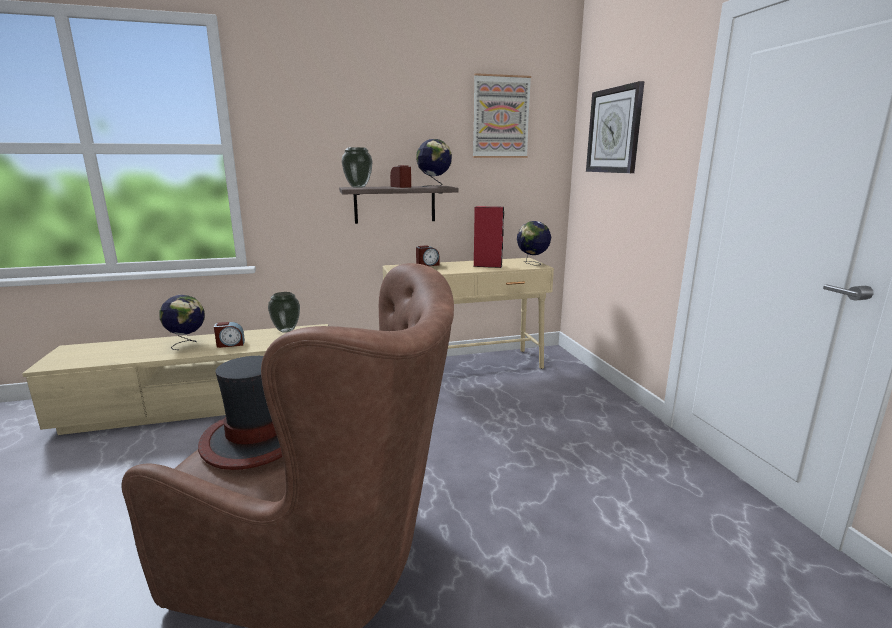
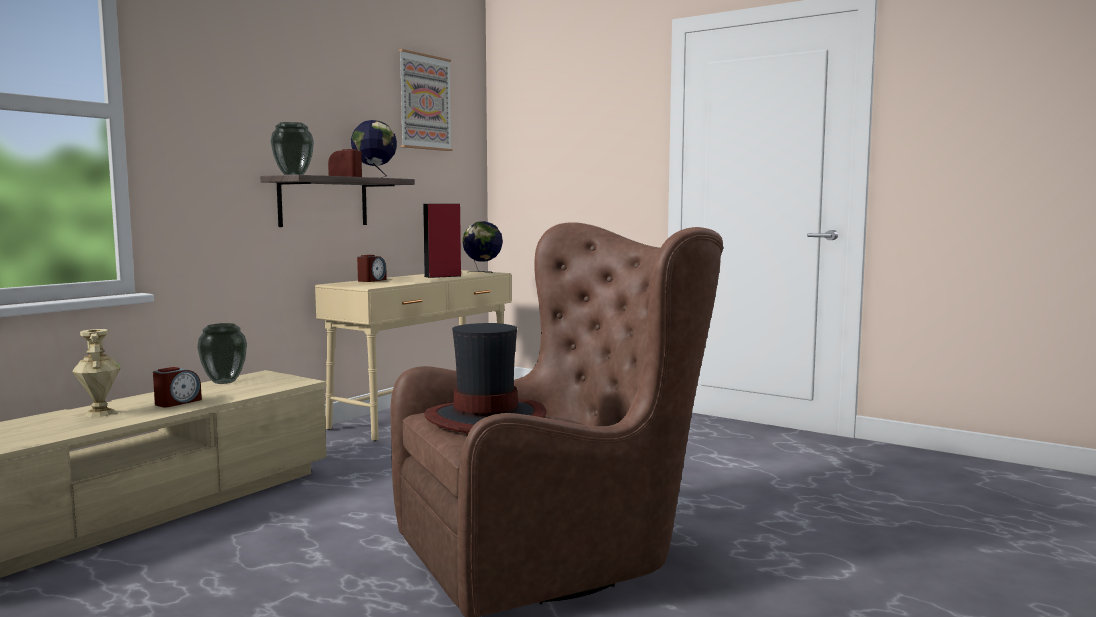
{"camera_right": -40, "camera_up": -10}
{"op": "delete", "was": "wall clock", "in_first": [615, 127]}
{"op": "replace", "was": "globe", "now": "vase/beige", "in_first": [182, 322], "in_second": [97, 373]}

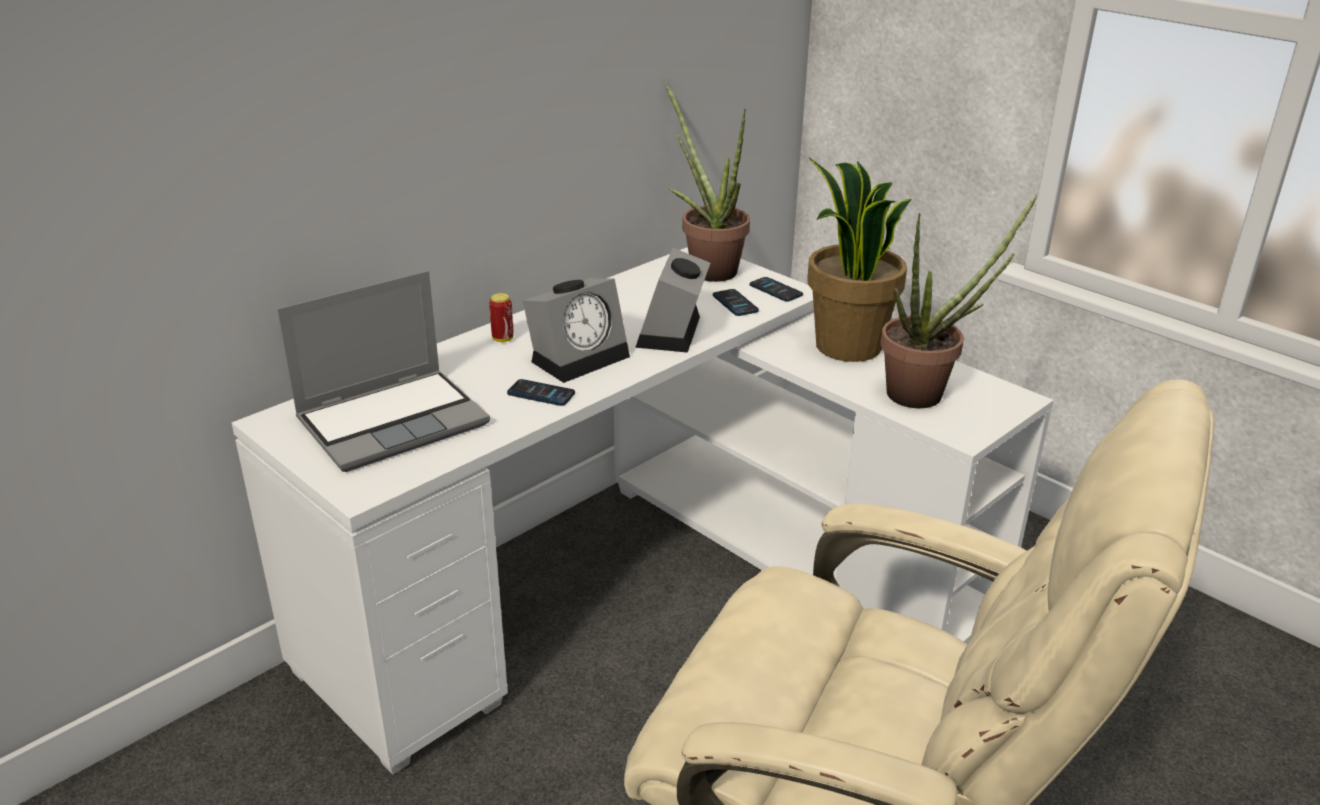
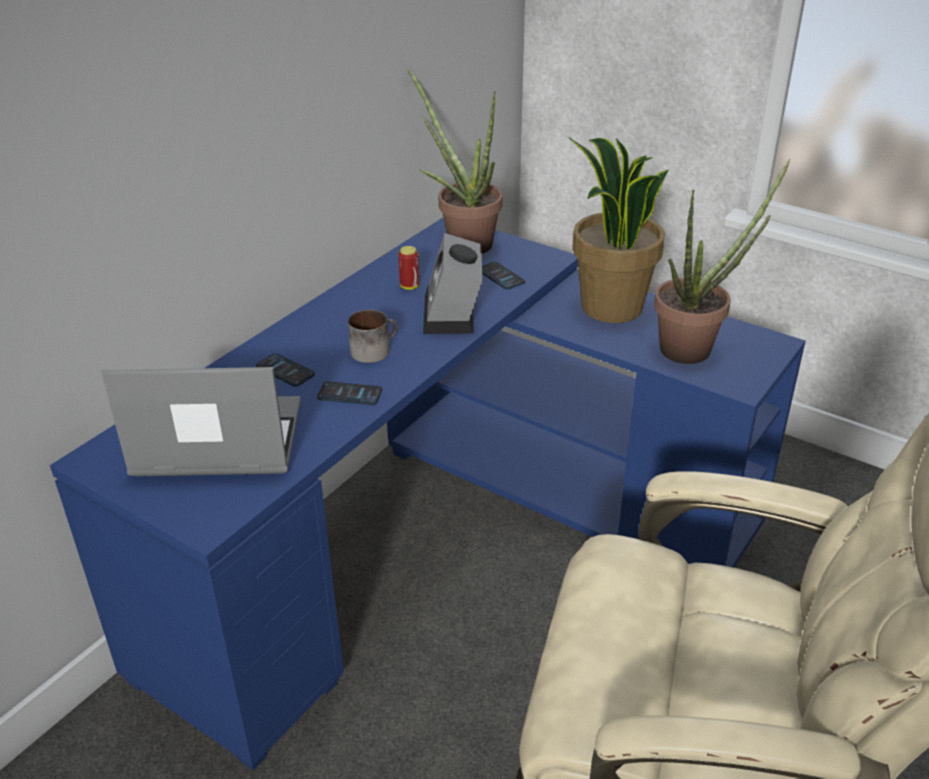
{"camera_right": -10, "camera_up": 5}
{"op": "move", "was": "can", "in_first": [501, 317], "in_second": [408, 268]}
{"op": "move", "was": "phone", "in_first": [776, 289], "in_second": [285, 370]}
{"op": "replace", "was": "alarm clock", "now": "mug", "in_first": [576, 330], "in_second": [372, 336]}
{"op": "recolor", "was": "desk/white", "now": "desk/blue", "in_first": [643, 511], "in_second": [428, 494]}
{"op": "rotate", "was": "laptop", "in_first": [383, 371], "in_second": [201, 421], "clockwise": -135}

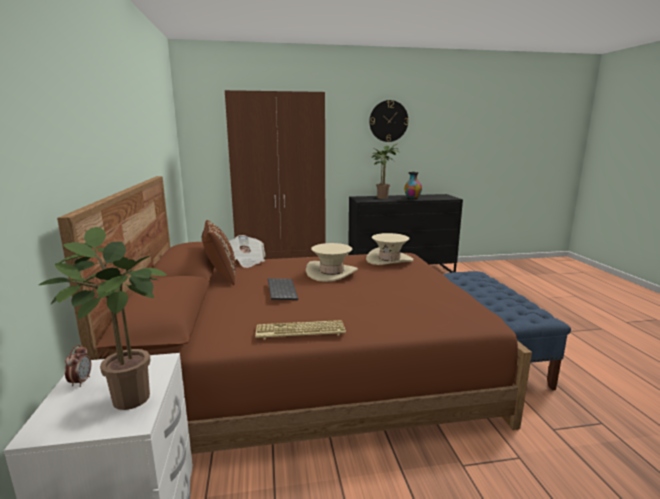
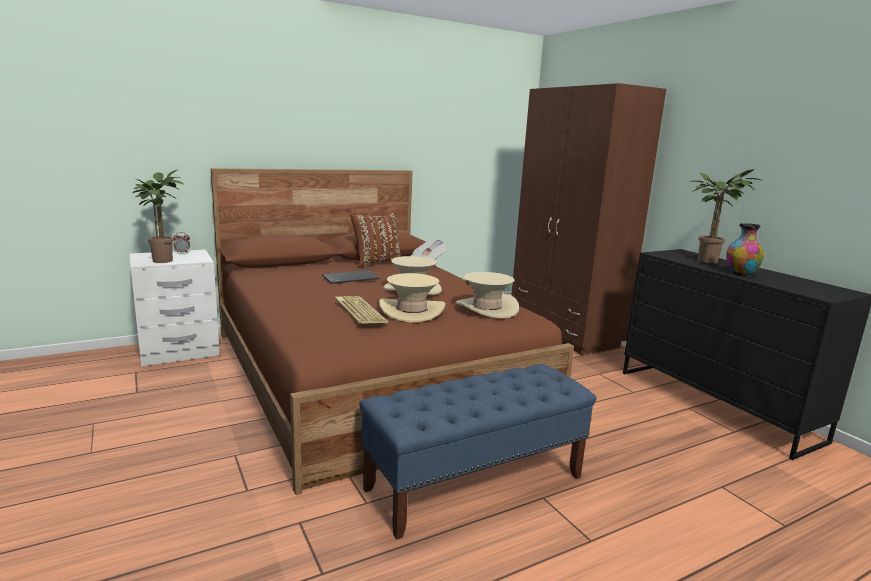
{"camera_right": 70, "camera_up": 0}
{"op": "delete", "was": "wall clock", "in_first": [388, 121]}
{"op": "insert", "now": "hat/beige", "in_second": [412, 297]}
{"op": "move", "was": "keyboard", "in_first": [300, 330], "in_second": [362, 310]}

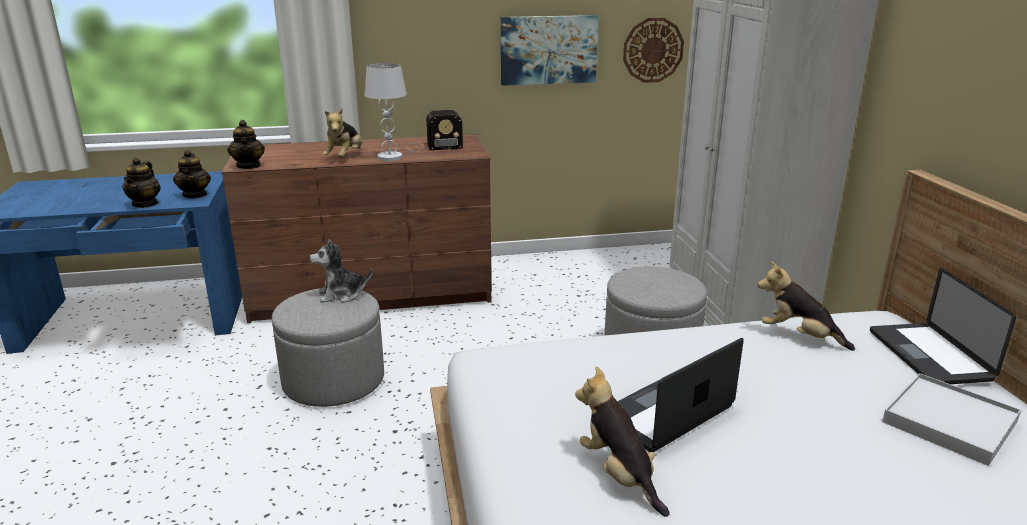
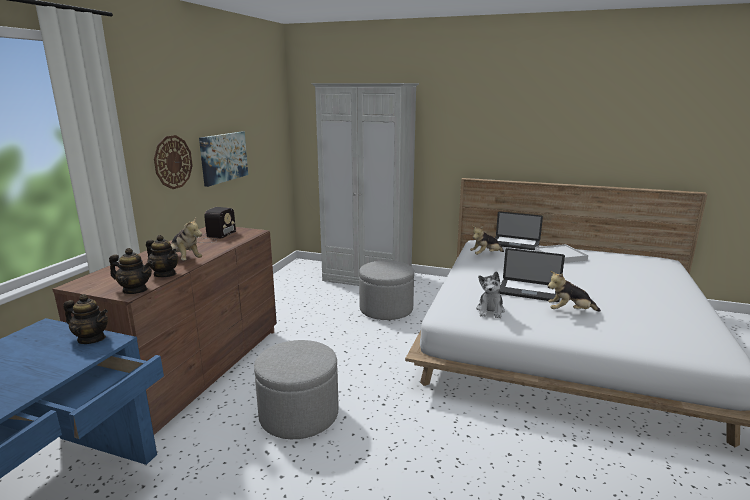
{"camera_right": -60, "camera_up": -5}
{"op": "delete", "was": "table lamp/white", "in_first": [385, 112]}
{"op": "move", "was": "teapot", "in_first": [141, 182], "in_second": [162, 256]}
{"op": "move", "was": "plush toy", "in_first": [340, 271], "in_second": [490, 294]}
{"op": "move", "was": "wall clock", "in_first": [653, 50], "in_second": [173, 162]}
{"op": "rotate", "was": "laptop", "in_first": [681, 395], "in_second": [532, 275], "clockwise": -60}

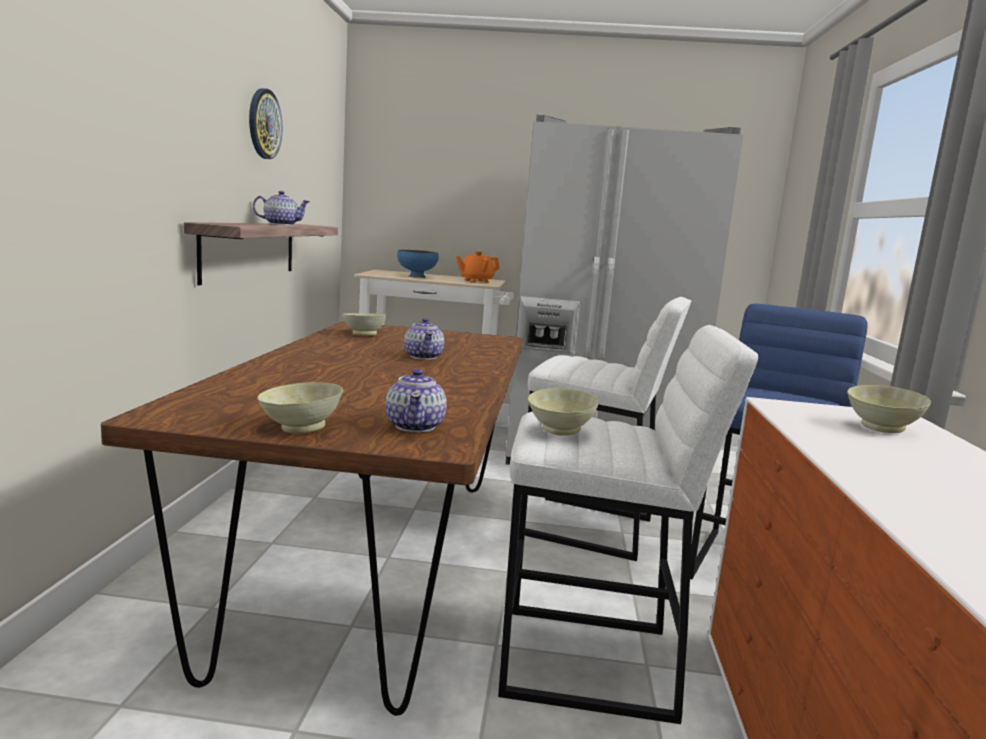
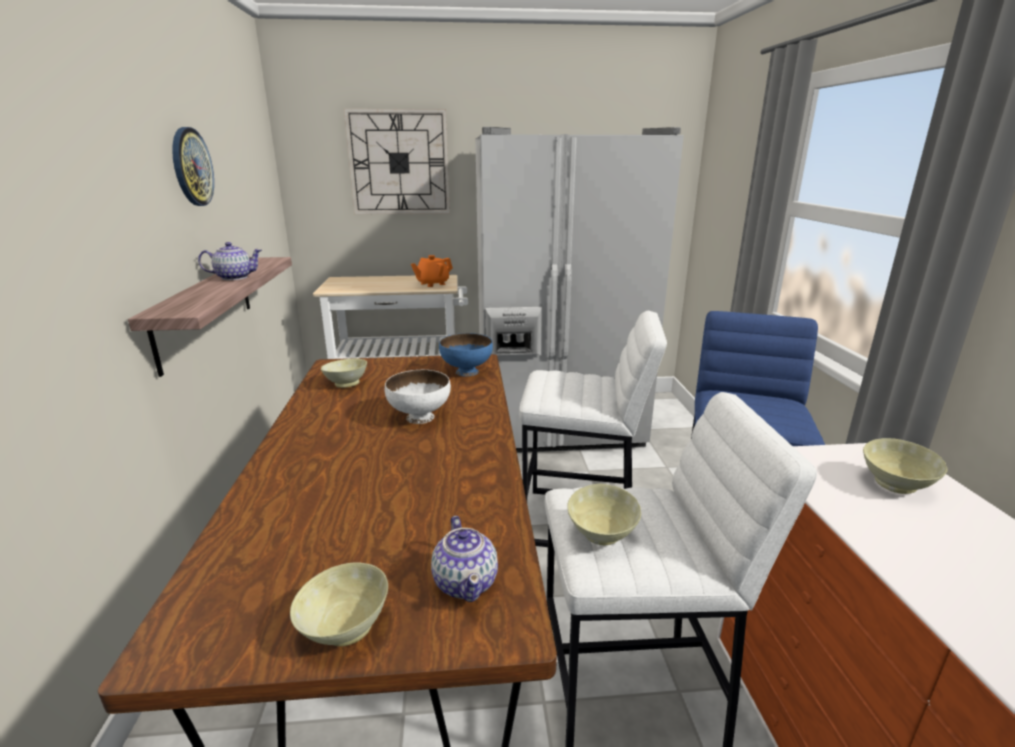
{"camera_right": -10, "camera_up": 10}
{"op": "insert", "now": "wall clock", "in_second": [397, 161]}
{"op": "move", "was": "bowl/blue", "in_first": [418, 264], "in_second": [466, 355]}
{"op": "replace", "was": "teapot", "now": "bowl/white", "in_first": [424, 339], "in_second": [418, 397]}

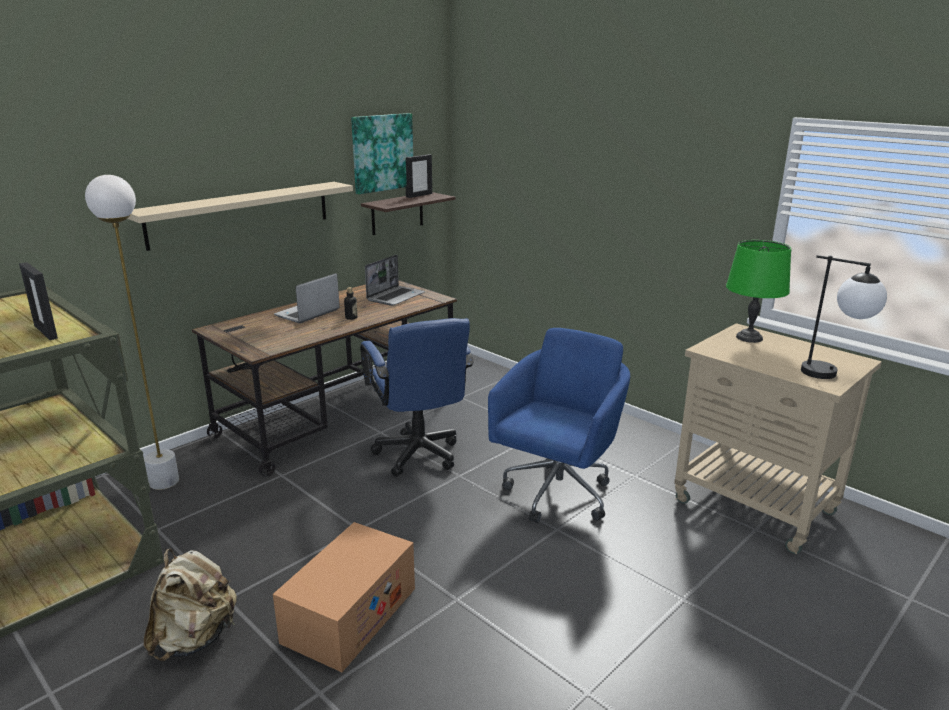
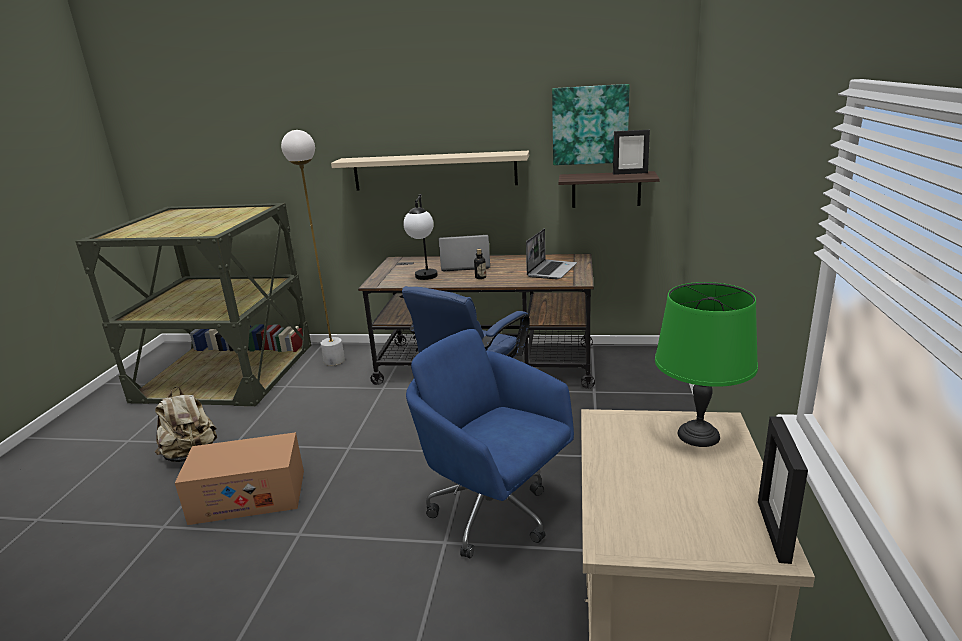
{"camera_right": 55, "camera_up": 0}
{"op": "move", "was": "picture frame", "in_first": [38, 301], "in_second": [783, 490]}
{"op": "move", "was": "table lamp", "in_first": [844, 317], "in_second": [420, 237]}
{"op": "rotate", "was": "laptop", "in_first": [395, 280], "in_second": [551, 254], "clockwise": -60}
{"op": "rotate", "was": "office chair/blue", "in_first": [559, 425], "in_second": [490, 443], "clockwise": -135}

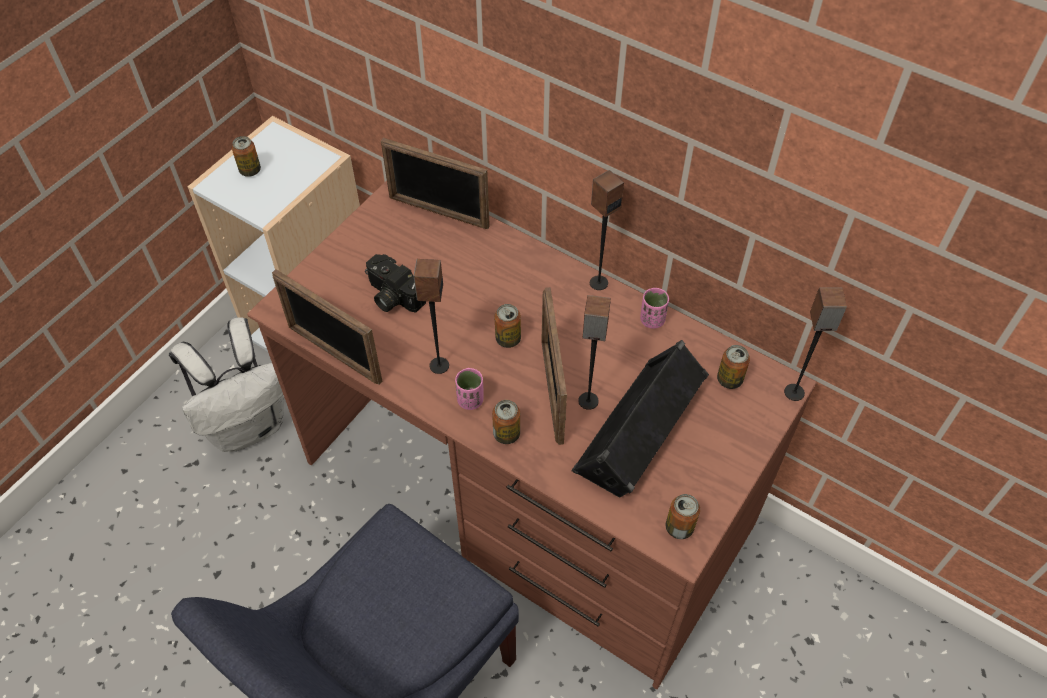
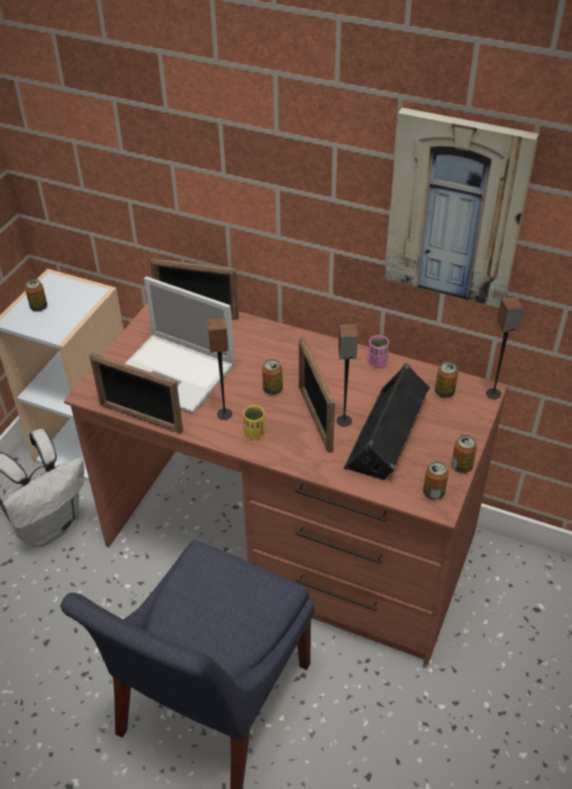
{"camera_right": -10, "camera_up": -10}
{"op": "delete", "was": "speaker", "in_first": [607, 230]}
{"op": "insert", "now": "picture", "in_second": [462, 208]}
{"op": "move", "was": "can", "in_first": [506, 422], "in_second": [464, 454]}
{"op": "replace", "was": "photo camera", "now": "laptop", "in_first": [395, 283], "in_second": [179, 345]}
{"op": "recolor", "was": "cup/pink", "now": "cup/yellow", "in_first": [469, 389], "in_second": [254, 422]}

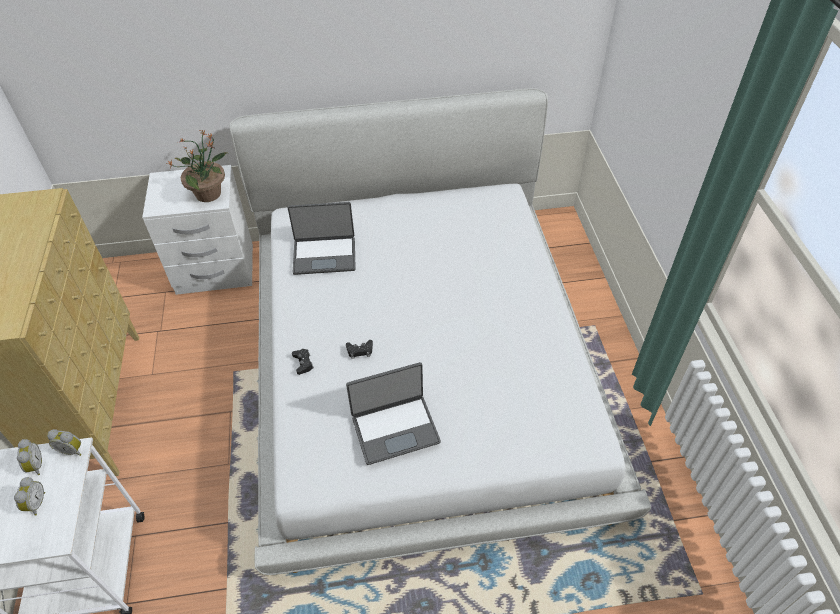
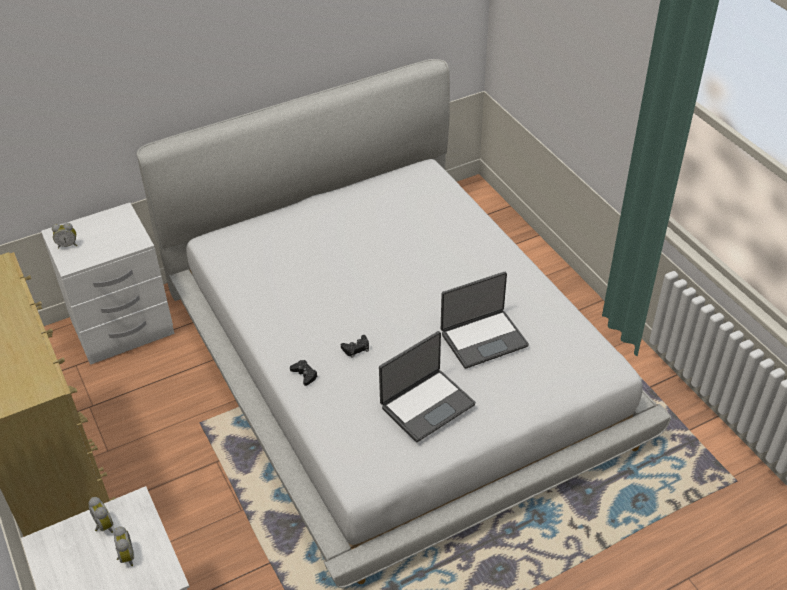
{"camera_right": -20, "camera_up": -5}
{"op": "delete", "was": "potted plant", "in_first": [197, 165]}
{"op": "move", "was": "alarm clock", "in_first": [64, 442], "in_second": [64, 236]}
{"op": "move", "was": "laptop", "in_first": [322, 238], "in_second": [485, 320]}

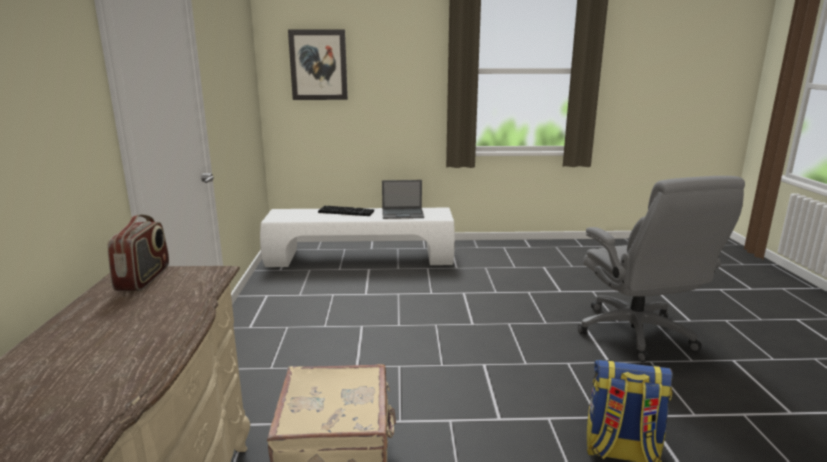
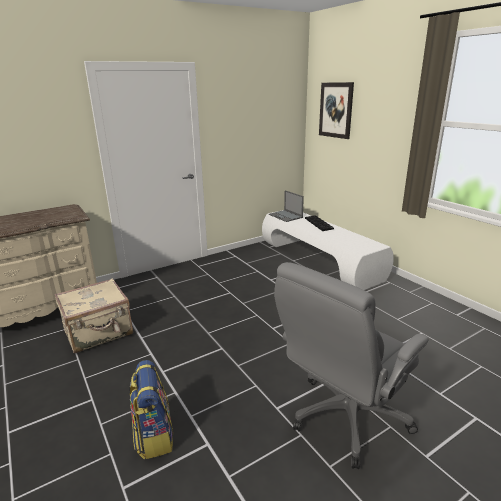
{"camera_right": 60, "camera_up": 5}
{"op": "delete", "was": "radio", "in_first": [138, 252]}
{"op": "move", "was": "laptop", "in_first": [403, 199], "in_second": [286, 206]}

